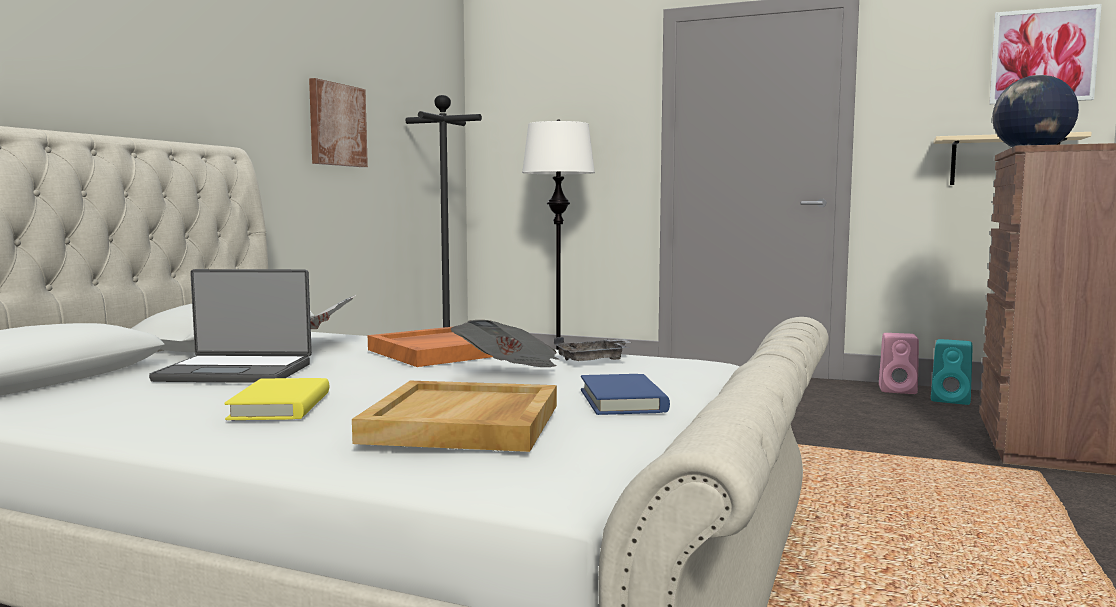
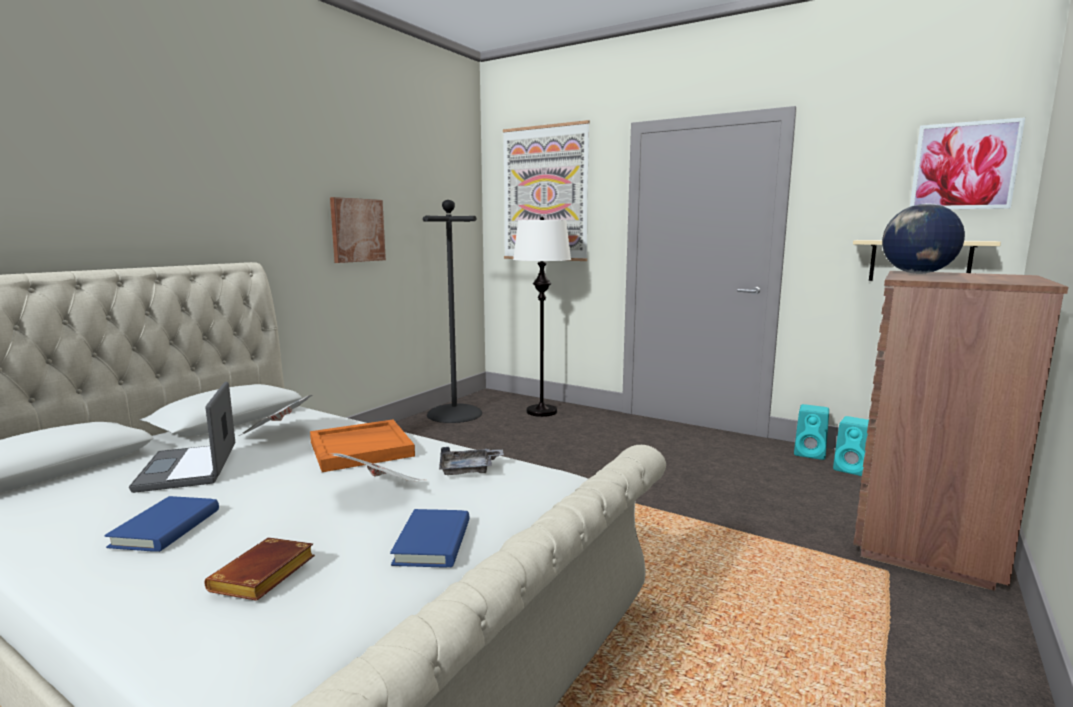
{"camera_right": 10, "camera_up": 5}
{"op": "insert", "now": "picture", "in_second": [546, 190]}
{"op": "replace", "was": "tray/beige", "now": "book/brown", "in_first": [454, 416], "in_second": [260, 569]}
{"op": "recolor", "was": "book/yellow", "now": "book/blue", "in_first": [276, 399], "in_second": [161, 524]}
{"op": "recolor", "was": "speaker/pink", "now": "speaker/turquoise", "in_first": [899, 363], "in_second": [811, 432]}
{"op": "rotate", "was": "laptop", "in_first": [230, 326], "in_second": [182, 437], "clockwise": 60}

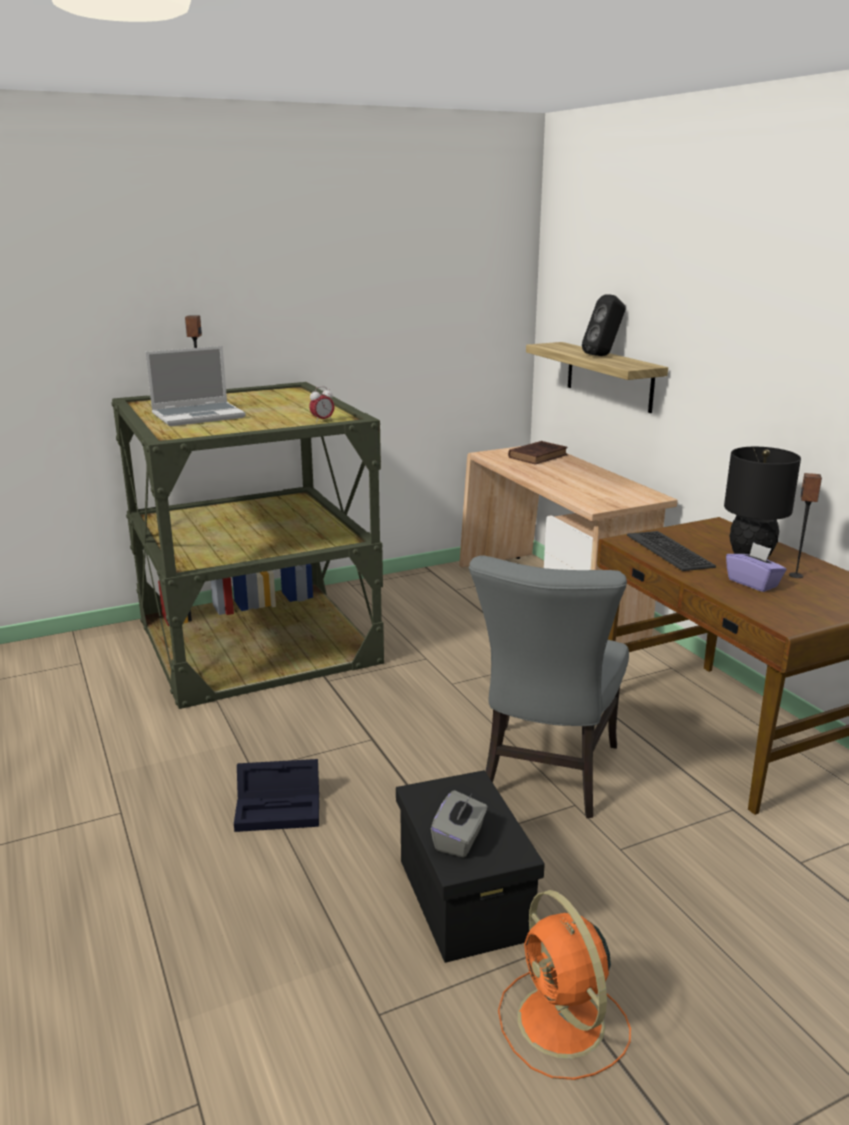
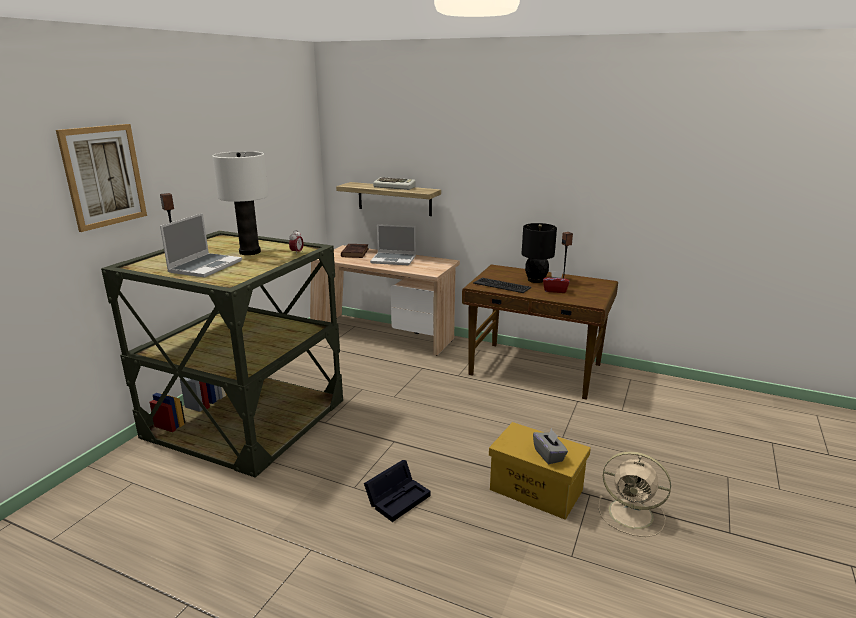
{"camera_right": -40, "camera_up": 0}
{"op": "delete", "was": "chair/grey", "in_first": [549, 686]}
{"op": "insert", "now": "picture", "in_second": [101, 178]}
{"op": "insert", "now": "table lamp/white", "in_second": [240, 203]}
{"op": "insert", "now": "laptop", "in_second": [393, 244]}
{"op": "replace", "was": "speaker/black", "now": "keyboard", "in_first": [604, 325], "in_second": [394, 183]}
{"op": "recolor", "was": "storage box/black", "now": "storage box/yellow", "in_first": [470, 866], "in_second": [540, 471]}
{"op": "recolor", "was": "fan/orange", "now": "fan/beige", "in_first": [564, 985], "in_second": [634, 494]}
{"op": "recolor", "was": "tissue box/purple", "now": "tissue box/red", "in_first": [756, 567], "in_second": [556, 282]}

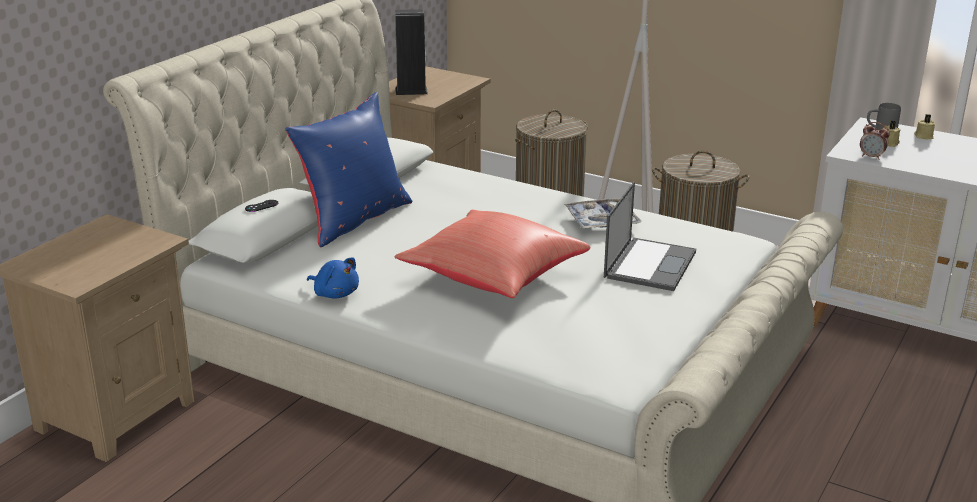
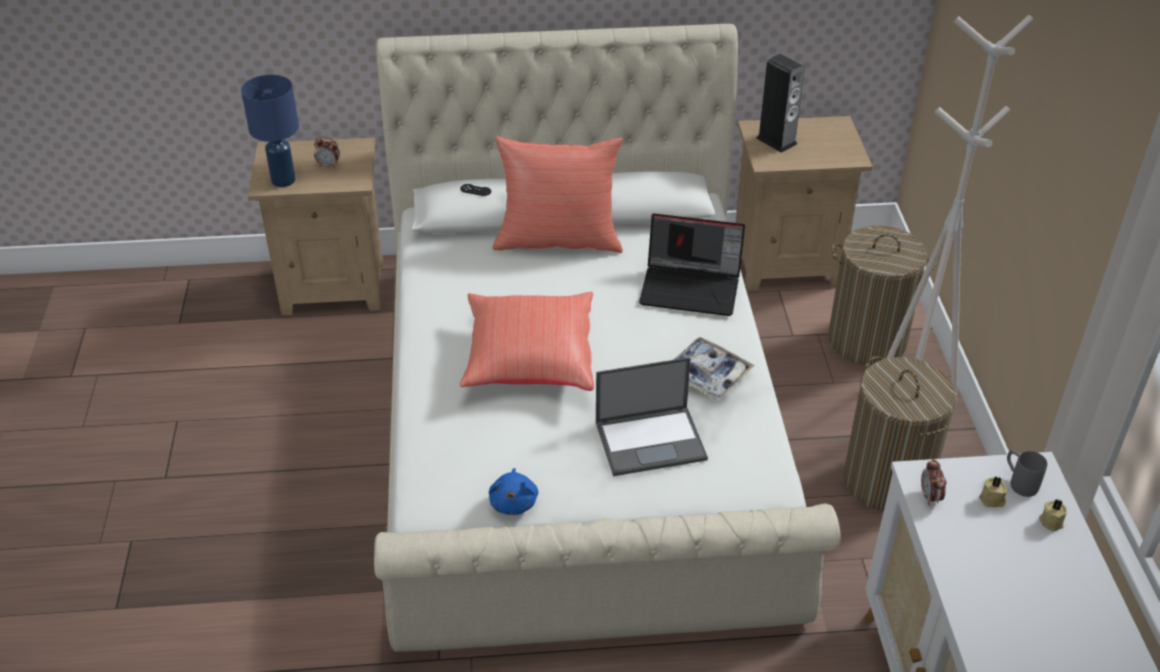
{"camera_right": 55, "camera_up": 15}
{"op": "insert", "now": "table lamp/blue", "in_second": [270, 131]}
{"op": "insert", "now": "alarm clock", "in_second": [327, 152]}
{"op": "insert", "now": "laptop", "in_second": [692, 265]}
{"op": "move", "was": "plush toy/blue", "in_first": [333, 277], "in_second": [513, 491]}
{"op": "recolor", "was": "pillow/blue", "now": "pillow/red", "in_first": [348, 169], "in_second": [558, 194]}

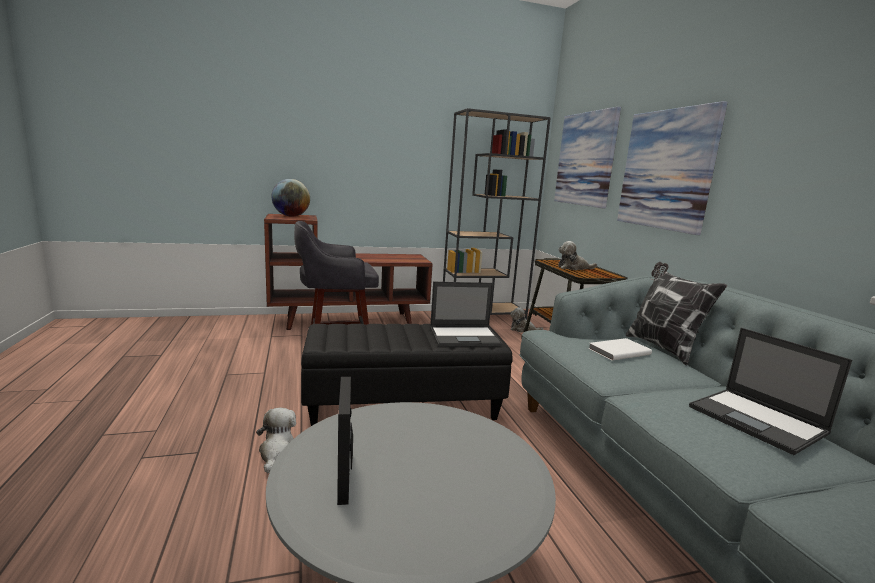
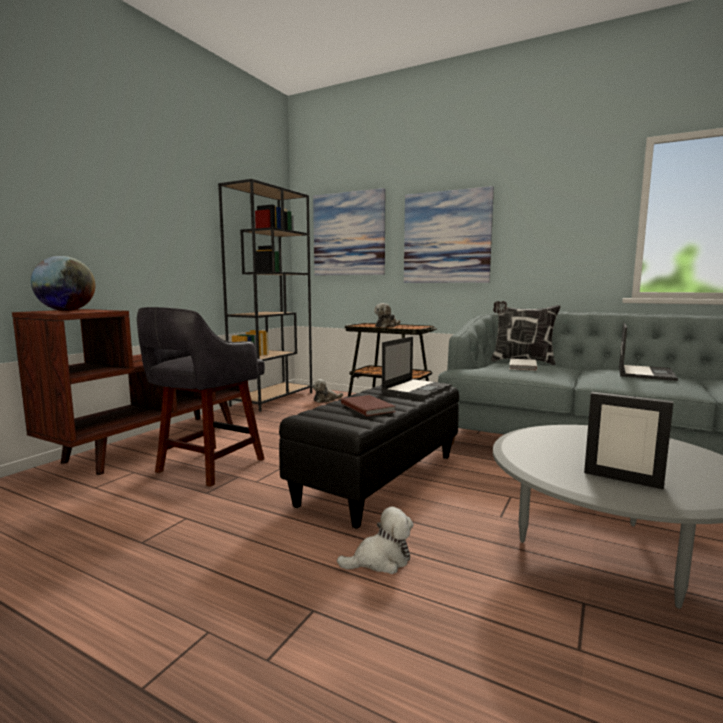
{"camera_right": -45, "camera_up": -5}
{"op": "insert", "now": "book/brown", "in_second": [368, 405]}
{"op": "rotate", "was": "plush toy", "in_first": [276, 440], "in_second": [375, 540], "clockwise": 120}
{"op": "rotate", "was": "laptop", "in_first": [770, 391], "in_second": [648, 352], "clockwise": -75}

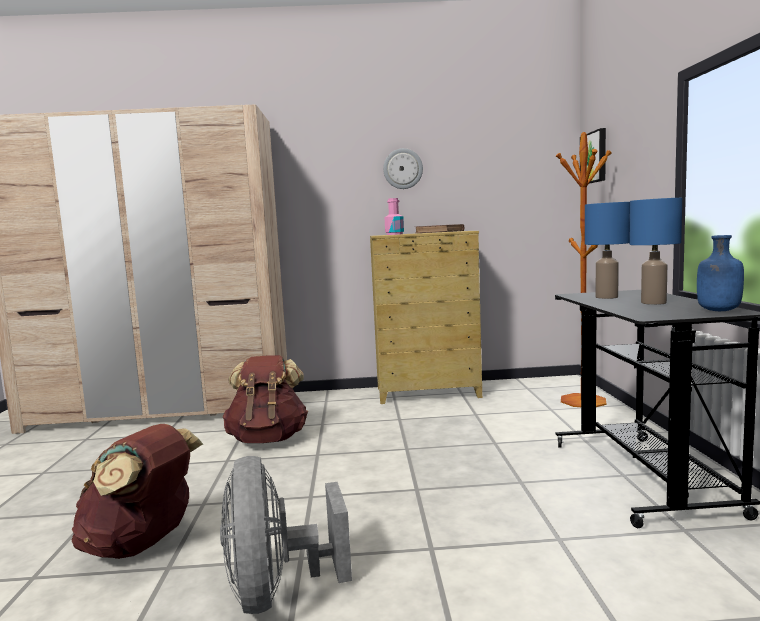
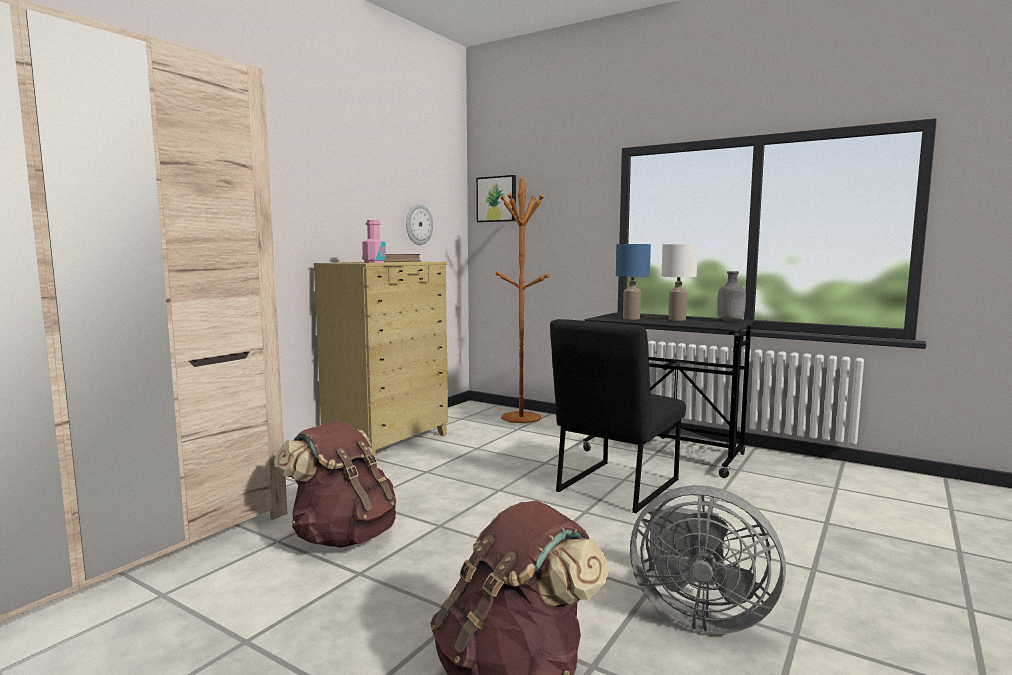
{"camera_right": -55, "camera_up": 0}
{"op": "insert", "now": "chair/black", "in_second": [618, 416]}
{"op": "move", "was": "wall clock", "in_first": [403, 168], "in_second": [419, 224]}
{"op": "recolor", "was": "table lamp/blue", "now": "table lamp/white", "in_first": [655, 251], "in_second": [679, 282]}
{"op": "recolor", "was": "bottle/blue", "now": "bottle/grey", "in_first": [720, 273], "in_second": [731, 296]}

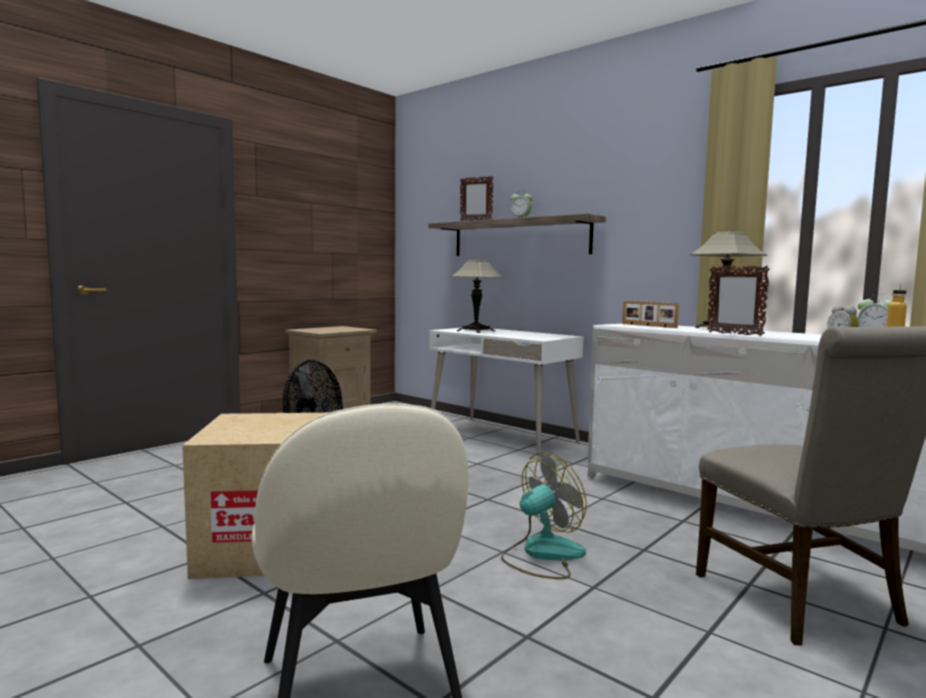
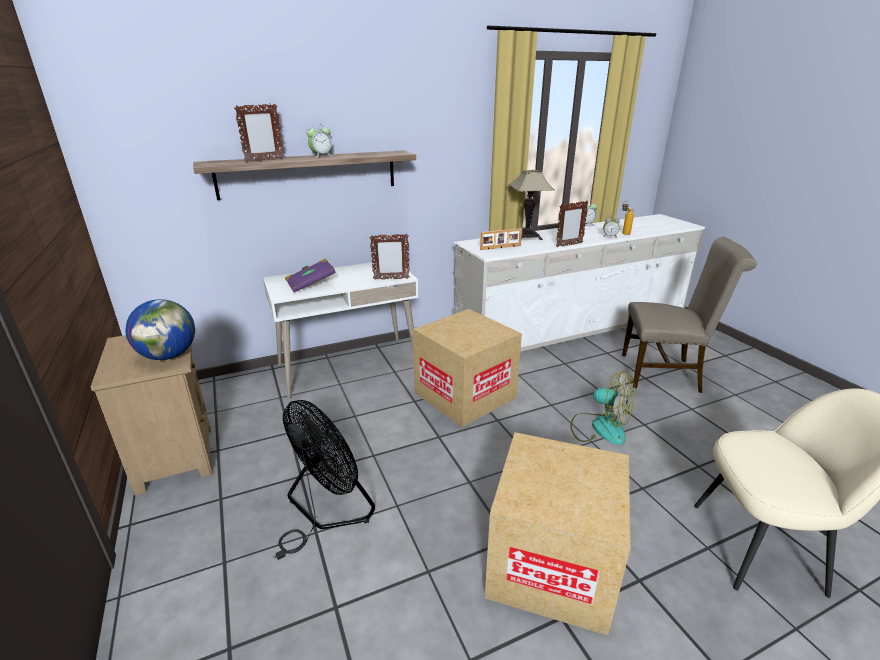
{"camera_right": -65, "camera_up": 20}
{"op": "insert", "now": "globe", "in_second": [160, 329]}
{"op": "insert", "now": "picture frame", "in_second": [389, 256]}
{"op": "insert", "now": "cardboard box", "in_second": [467, 368]}
{"op": "replace", "was": "table lamp", "now": "book/purple", "in_first": [477, 296], "in_second": [310, 275]}
{"op": "rotate", "was": "fan", "in_first": [544, 516], "in_second": [602, 408], "clockwise": 135}

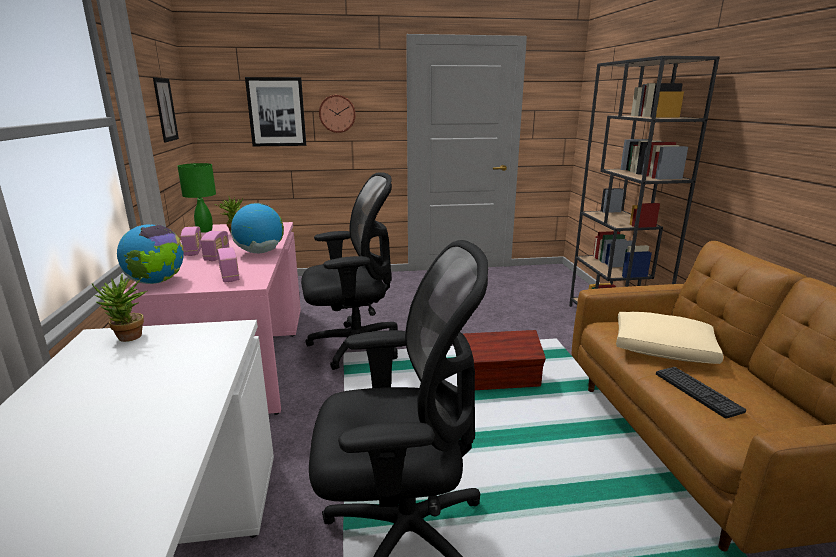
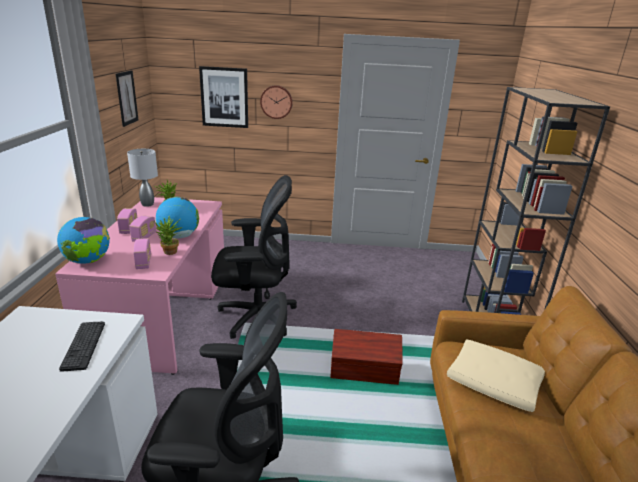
{"camera_right": 10, "camera_up": 5}
{"op": "move", "was": "potted plant", "in_first": [119, 308], "in_second": [168, 235]}
{"op": "move", "was": "keyboard", "in_first": [701, 393], "in_second": [82, 346]}
{"op": "recolor", "was": "table lamp/green", "now": "table lamp/grey", "in_first": [197, 198], "in_second": [142, 178]}

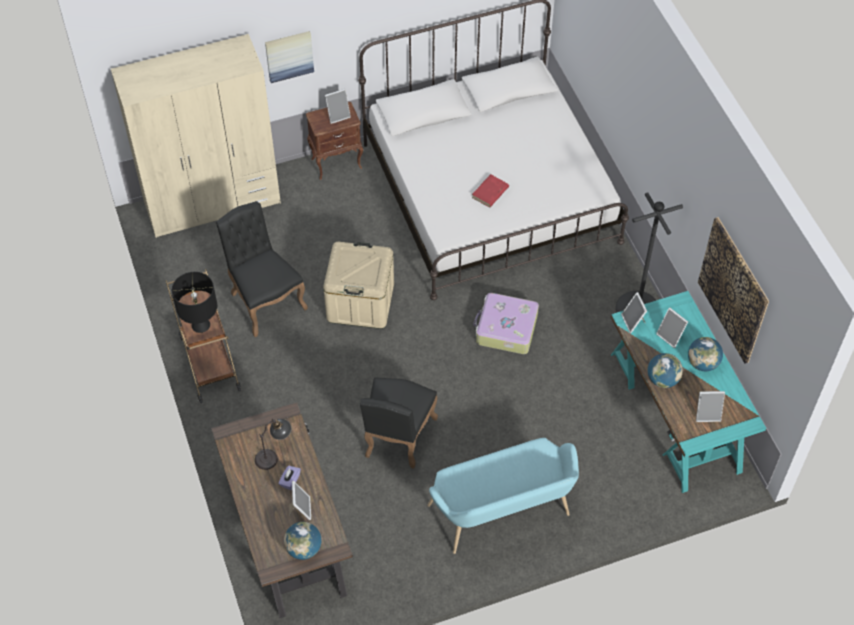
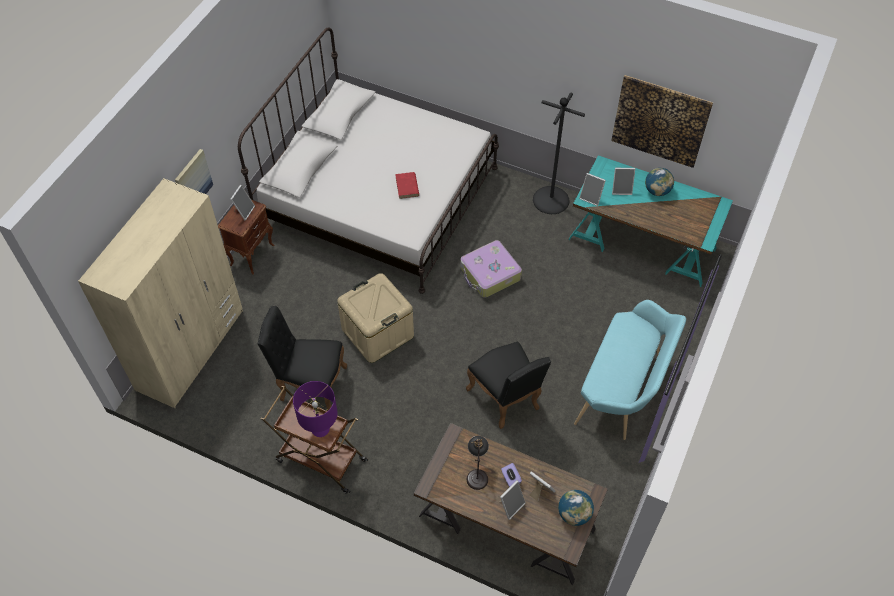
{"camera_right": -45, "camera_up": 0}
{"op": "delete", "was": "globe", "in_first": [665, 370]}
{"op": "move", "was": "picture frame", "in_first": [710, 406], "in_second": [513, 500]}
{"op": "recolor", "was": "table lamp/black", "now": "table lamp/purple", "in_first": [194, 302], "in_second": [315, 409]}

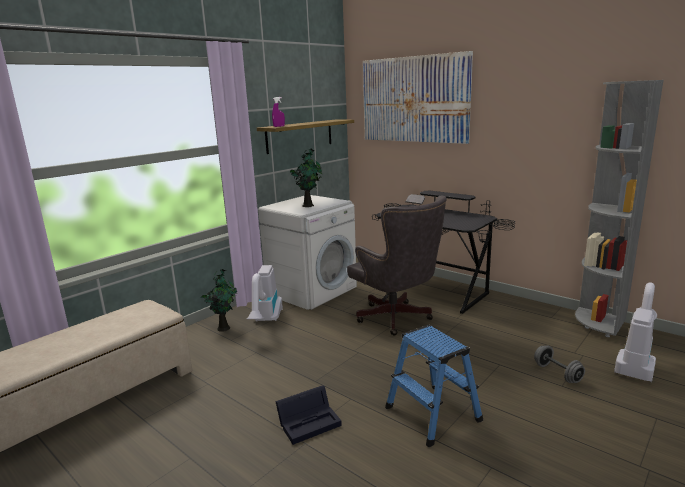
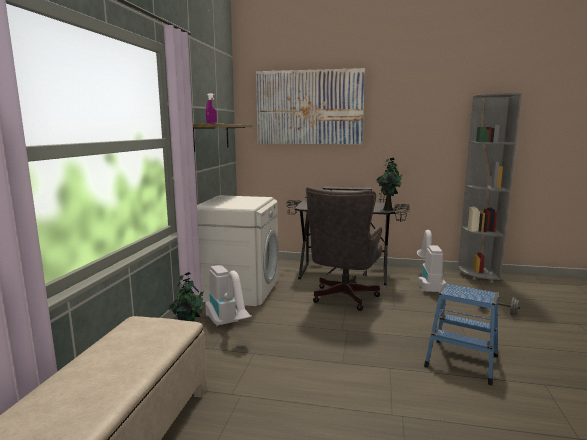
{"camera_right": -30, "camera_up": -5}
{"op": "delete", "was": "storage box/black", "in_first": [308, 415]}
{"op": "move", "was": "potted plant", "in_first": [306, 178], "in_second": [389, 184]}
{"op": "move", "was": "vacuum cleaner", "in_first": [635, 332], "in_second": [431, 261]}
{"op": "rotate", "was": "office chair/grey", "in_first": [397, 266], "in_second": [344, 248], "clockwise": 90}

